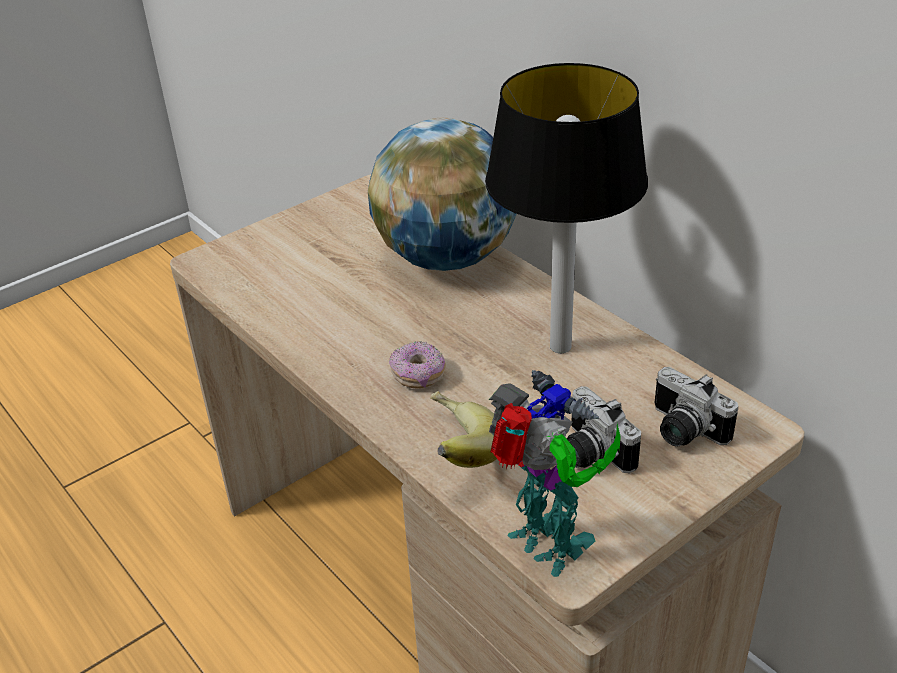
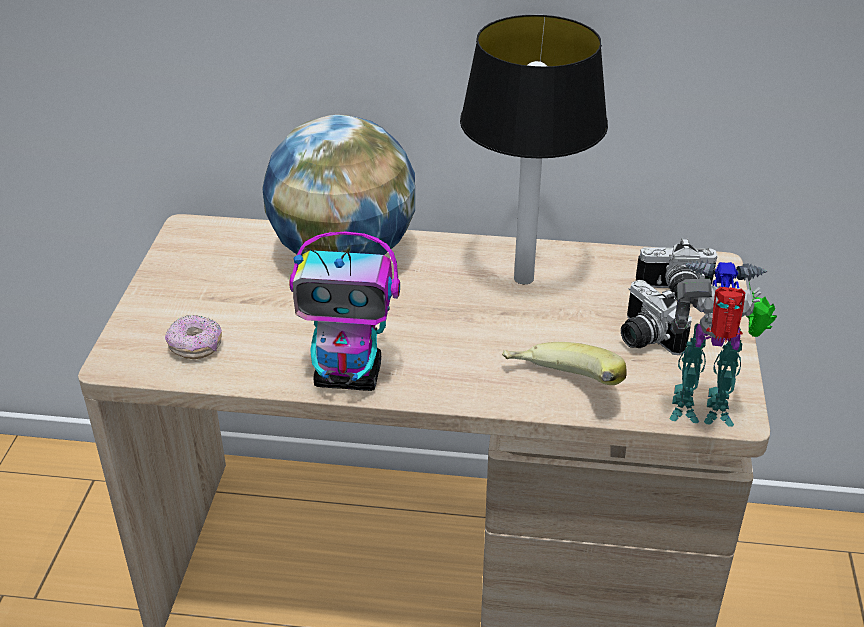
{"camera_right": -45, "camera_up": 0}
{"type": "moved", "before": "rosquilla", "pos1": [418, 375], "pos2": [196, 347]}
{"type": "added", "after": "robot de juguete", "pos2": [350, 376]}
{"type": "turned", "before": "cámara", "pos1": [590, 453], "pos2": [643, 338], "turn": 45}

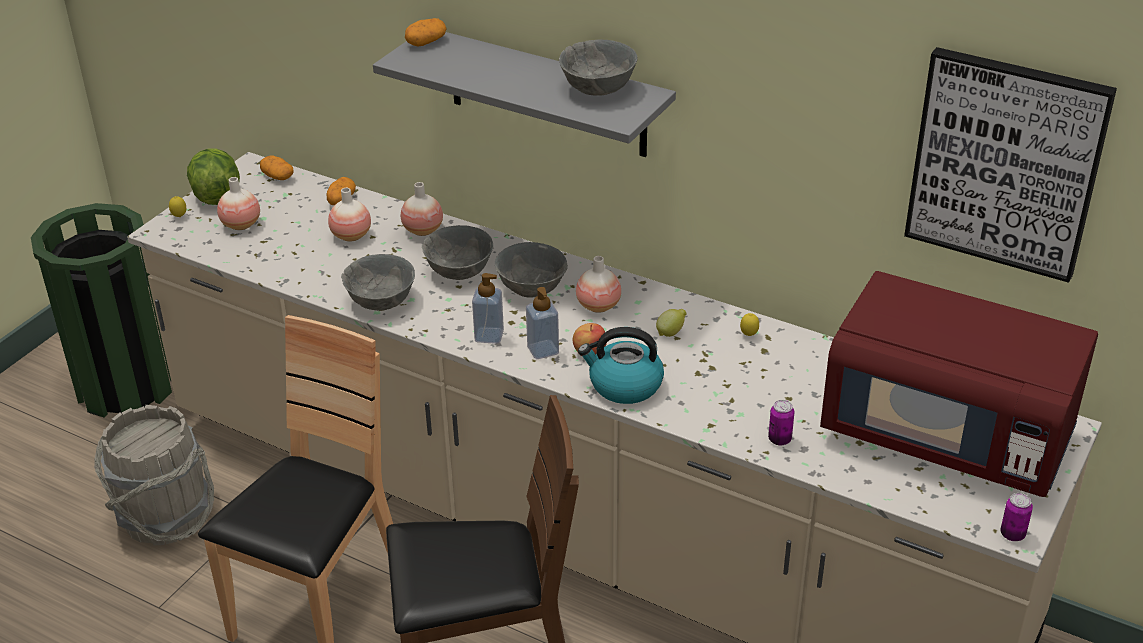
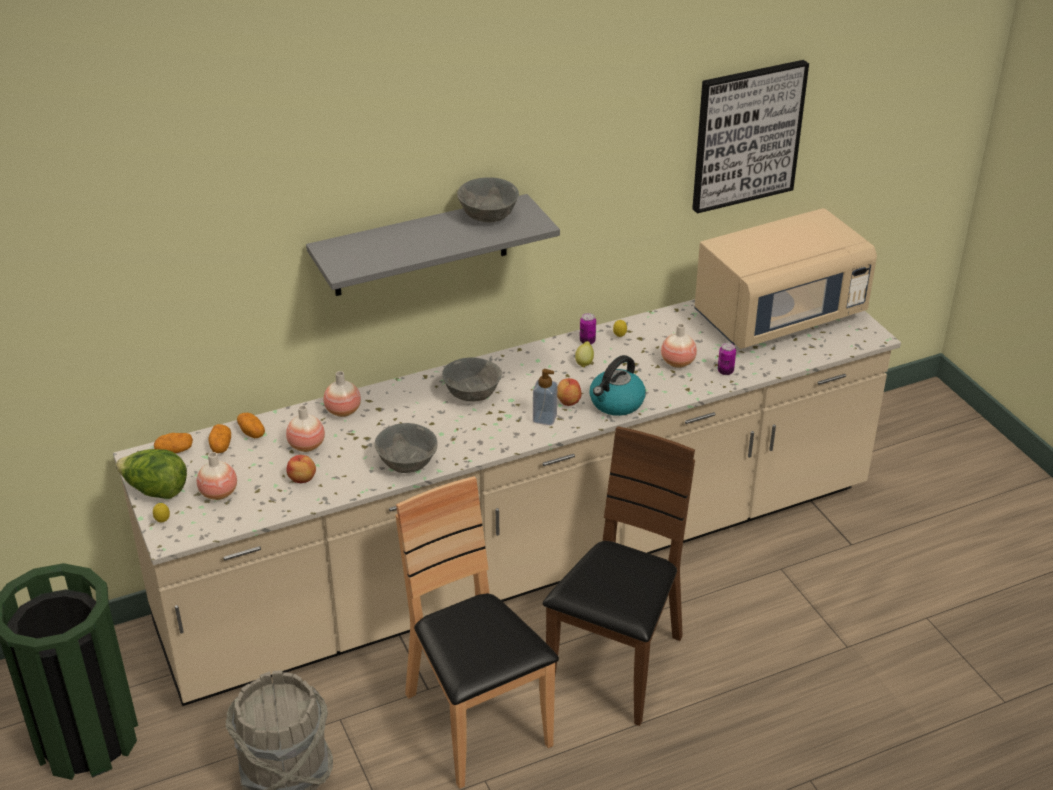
{"camera_right": -55, "camera_up": 0}
{"type": "moved", "before": "patata", "pos1": [426, 42], "pos2": [220, 446]}
{"type": "added", "after": "manzana", "pos2": [302, 479]}
{"type": "moved", "before": "lata", "pos1": [1012, 534], "pos2": [587, 341]}
{"type": "moved", "before": "florero", "pos1": [598, 306], "pos2": [677, 362]}
{"type": "recoloured", "before": "microondas (rojo)", "after": "microondas (beis)", "pos1": [947, 436], "pos2": [778, 317]}
{"type": "removed", "before": "cuenco (gris)", "pos1": [459, 271]}
{"type": "removed", "before": "dispensador de jabón", "pos1": [489, 336]}

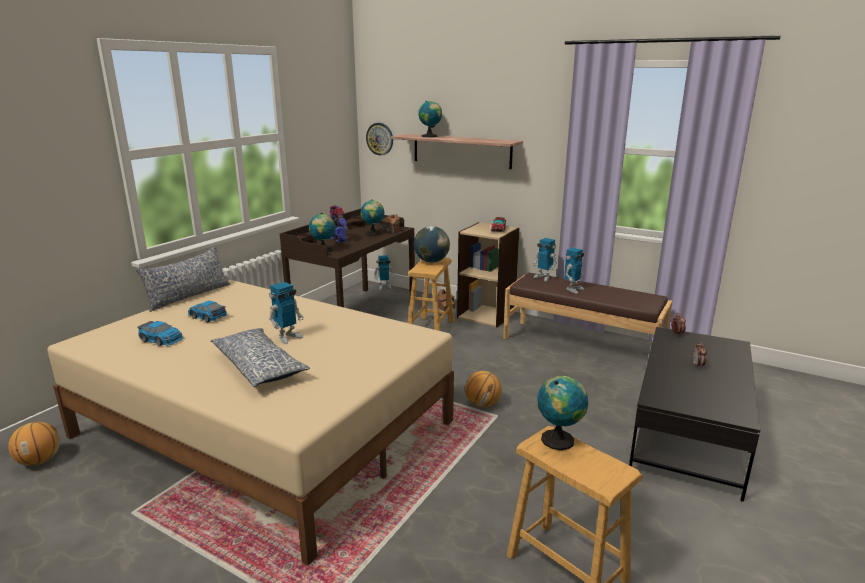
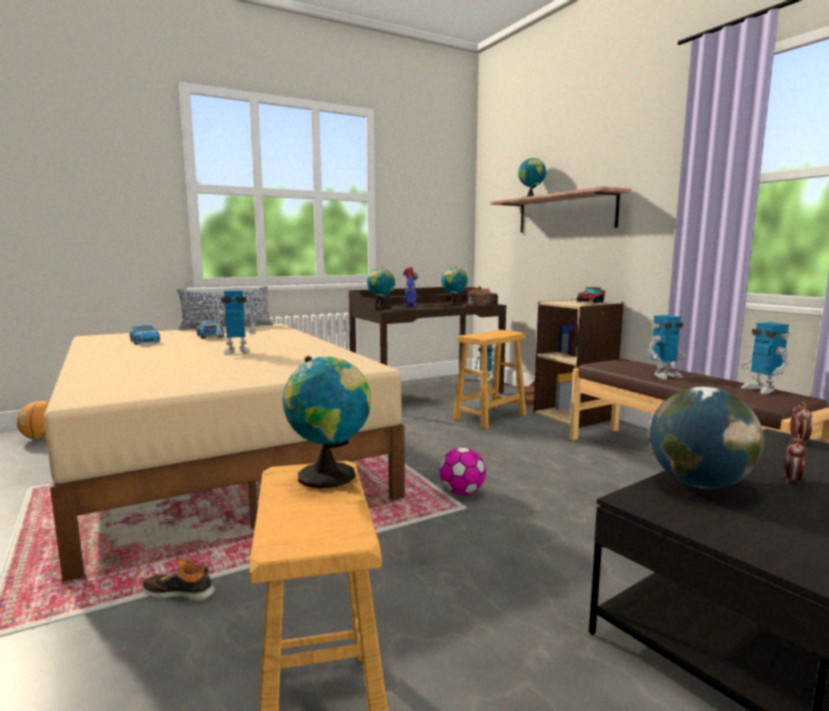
{"camera_right": 30, "camera_up": -10}
{"type": "added", "after": "zapato", "pos2": [180, 592]}
{"type": "replaced", "before": "balón de baloncesto", "after": "balón de fútbol", "pos1": [482, 404], "pos2": [462, 492]}
{"type": "moved", "before": "globo terráqueo", "pos1": [431, 261], "pos2": [698, 484]}
{"type": "moved", "before": "robot de juguete", "pos1": [543, 277], "pos2": [761, 390]}
{"type": "removed", "before": "cojín", "pos1": [259, 366]}
{"type": "removed", "before": "reloj de pared", "pos1": [380, 139]}

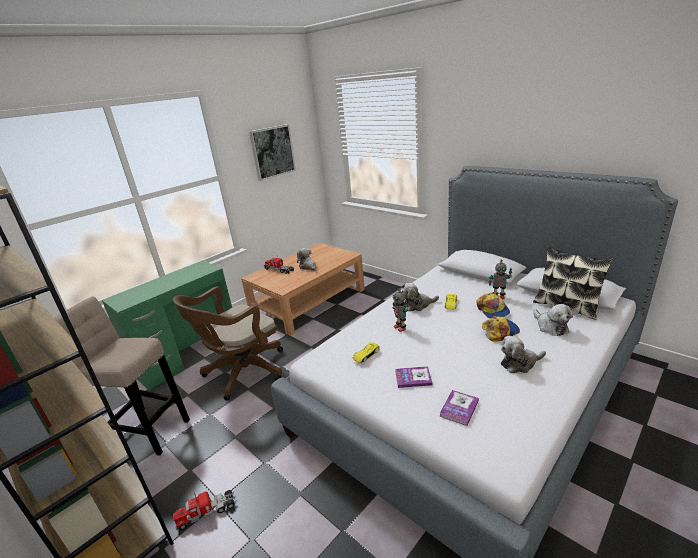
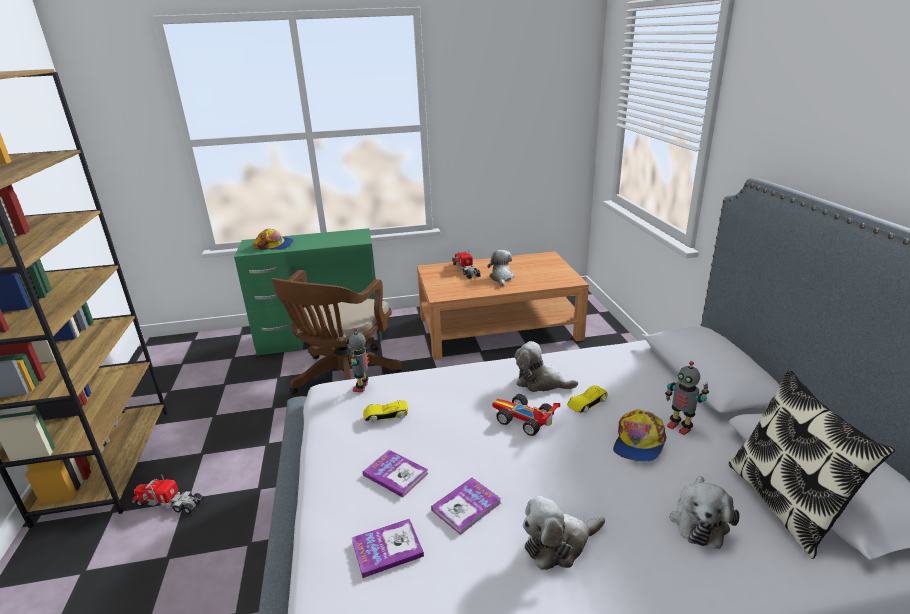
{"camera_right": 35, "camera_up": 0}
{"type": "moved", "before": "gorra", "pos1": [499, 331], "pos2": [274, 245]}
{"type": "turned", "before": "silla de oficina (marrón)", "pos1": [242, 373], "pos2": [344, 379], "turn": -60}
{"type": "moved", "before": "robot de juguete", "pos1": [400, 327], "pos2": [362, 387]}
{"type": "added", "after": "libro", "pos2": [466, 506]}
{"type": "added", "after": "coche de juguete", "pos2": [523, 420]}
{"type": "turned", "before": "peluche", "pos1": [519, 363], "pos2": [559, 544], "turn": -45}
{"type": "removed", "before": "taburete (beis)", "pos1": [145, 430]}
{"type": "removed", "before": "cuadro", "pos1": [272, 152]}

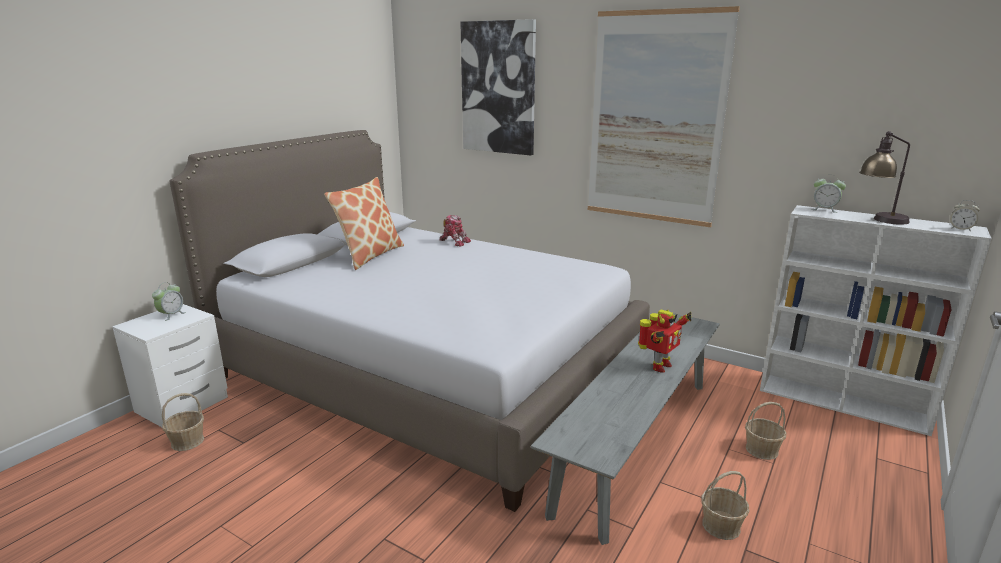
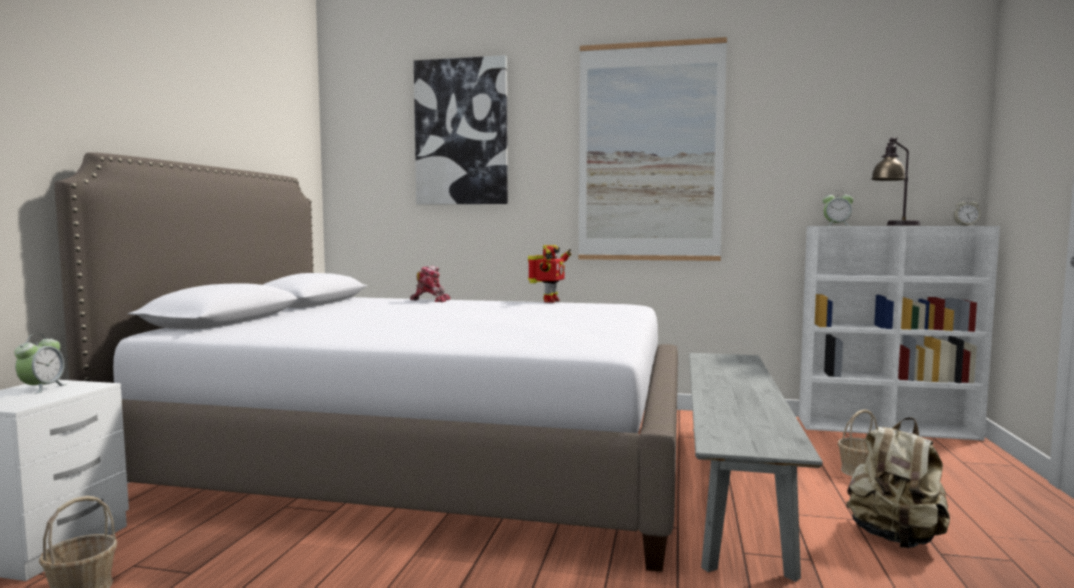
{"camera_right": -20, "camera_up": -15}
{"type": "moved", "before": "robot de juguete", "pos1": [659, 366], "pos2": [549, 301]}
{"type": "replaced", "before": "cesta", "after": "mochila (beis)", "pos1": [721, 526], "pos2": [895, 538]}
{"type": "removed", "before": "cojín", "pos1": [369, 255]}

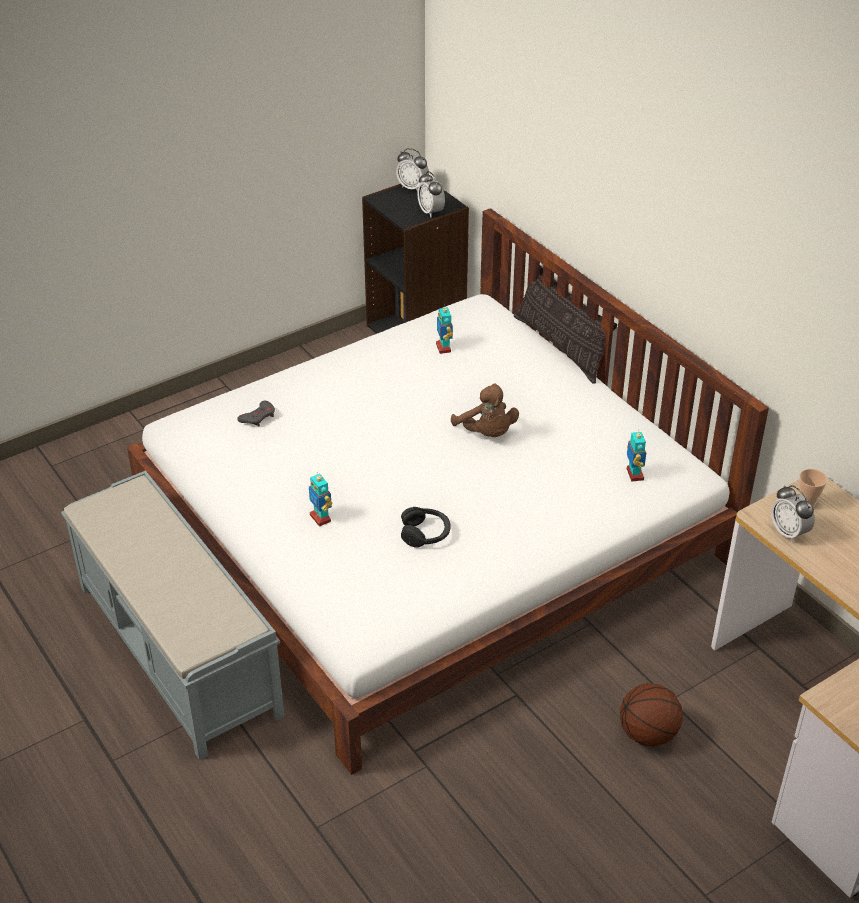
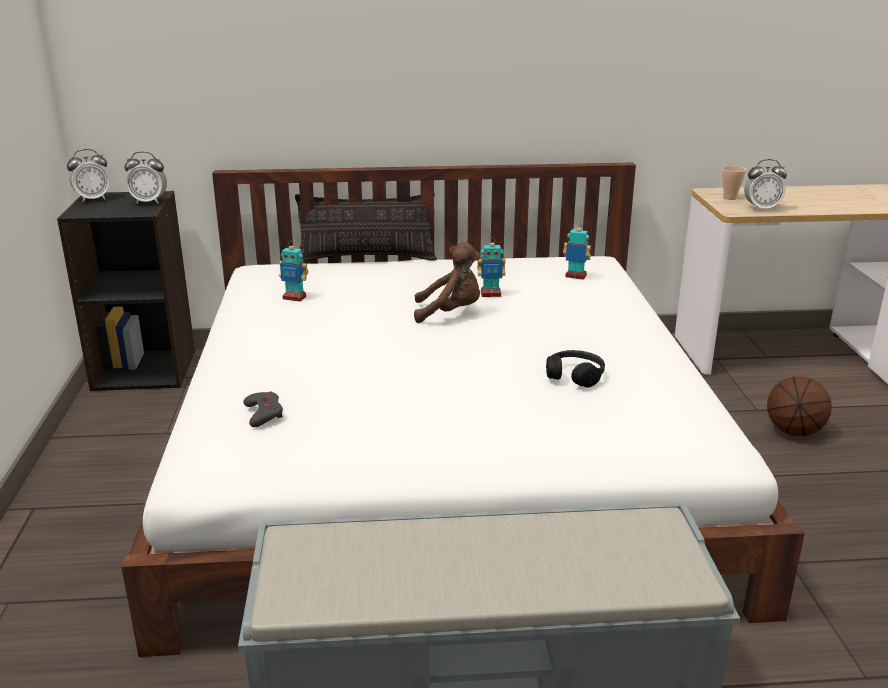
{"camera_right": -60, "camera_up": -15}
{"type": "moved", "before": "robot de juguete", "pos1": [321, 518], "pos2": [490, 294]}

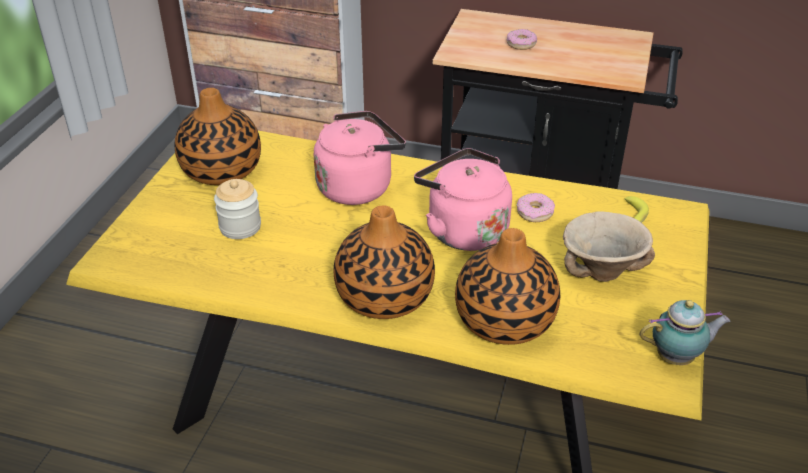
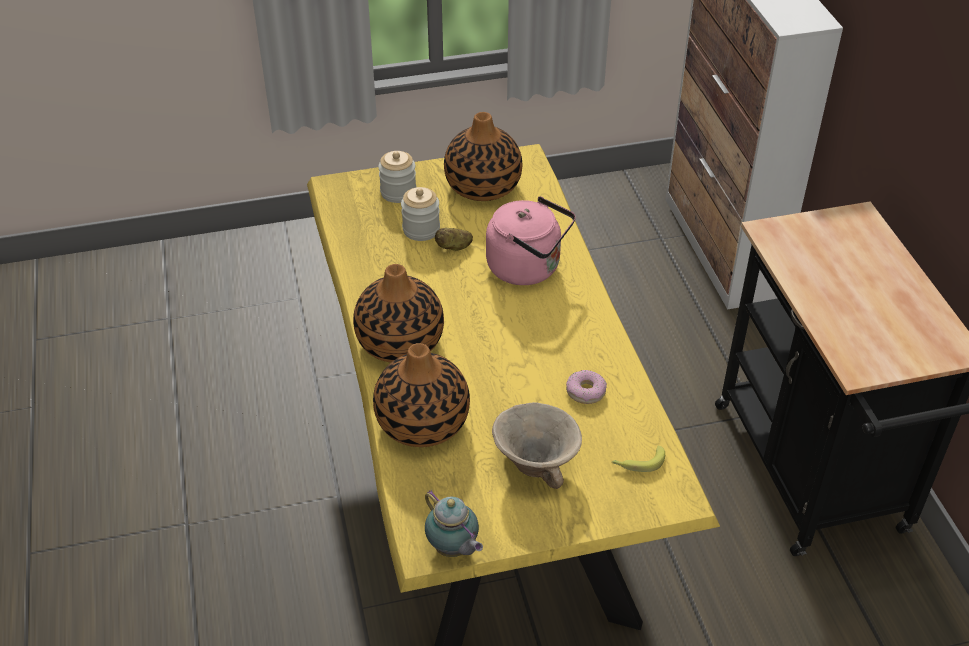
{"camera_right": 60, "camera_up": 5}
{"type": "added", "after": "tarro", "pos2": [398, 192]}
{"type": "added", "after": "patata", "pos2": [454, 247]}
{"type": "removed", "before": "hervidor (rosa)", "pos1": [463, 230]}
{"type": "removed", "before": "rosquilla", "pos1": [521, 44]}

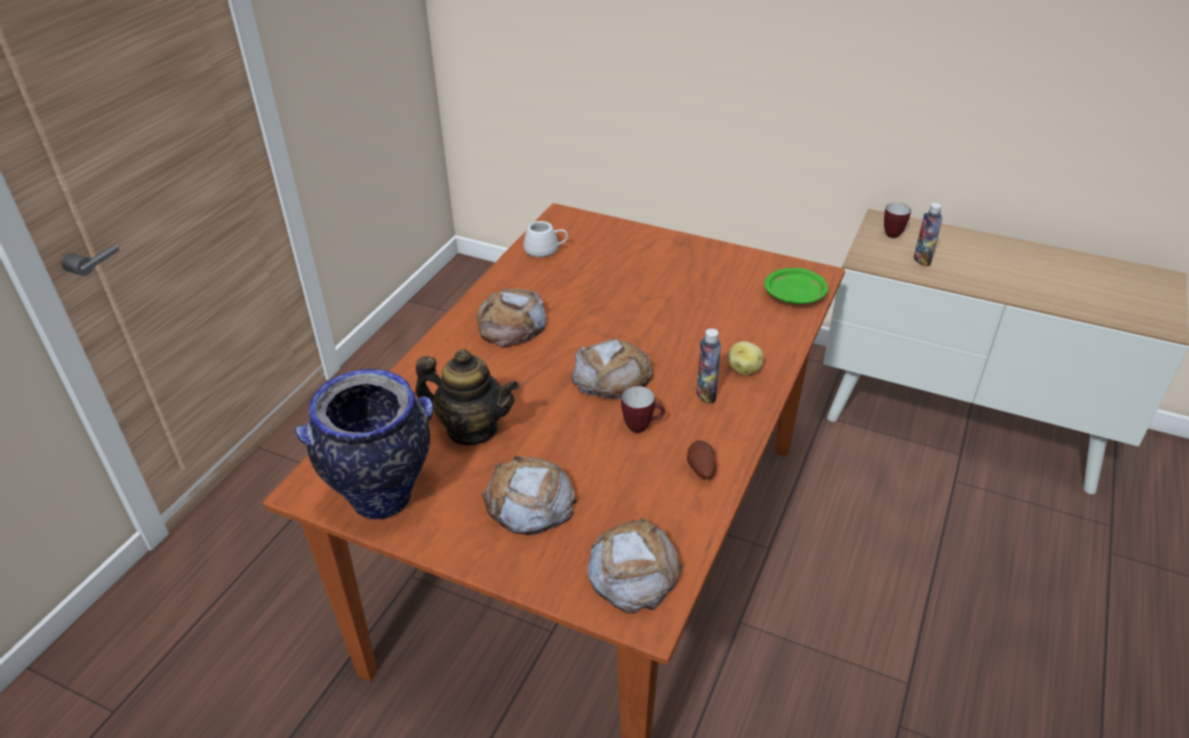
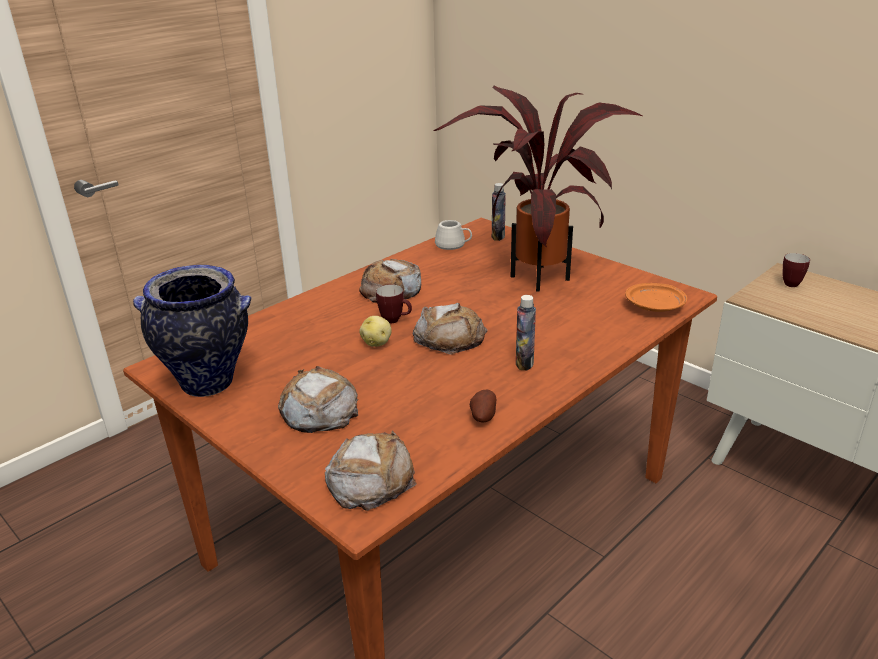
{"camera_right": 20, "camera_up": -10}
{"type": "moved", "before": "patata", "pos1": [744, 369], "pos2": [377, 342]}
{"type": "moved", "before": "taza grande", "pos1": [642, 426], "pos2": [395, 320]}
{"type": "added", "after": "planta en maceta", "pos2": [538, 275]}
{"type": "moved", "before": "botella", "pos1": [922, 260], "pos2": [498, 236]}
{"type": "recoloured", "before": "plato (verde)", "after": "plato (naranja)", "pos1": [795, 295], "pos2": [655, 306]}
{"type": "removed", "before": "tetera", "pos1": [472, 429]}

